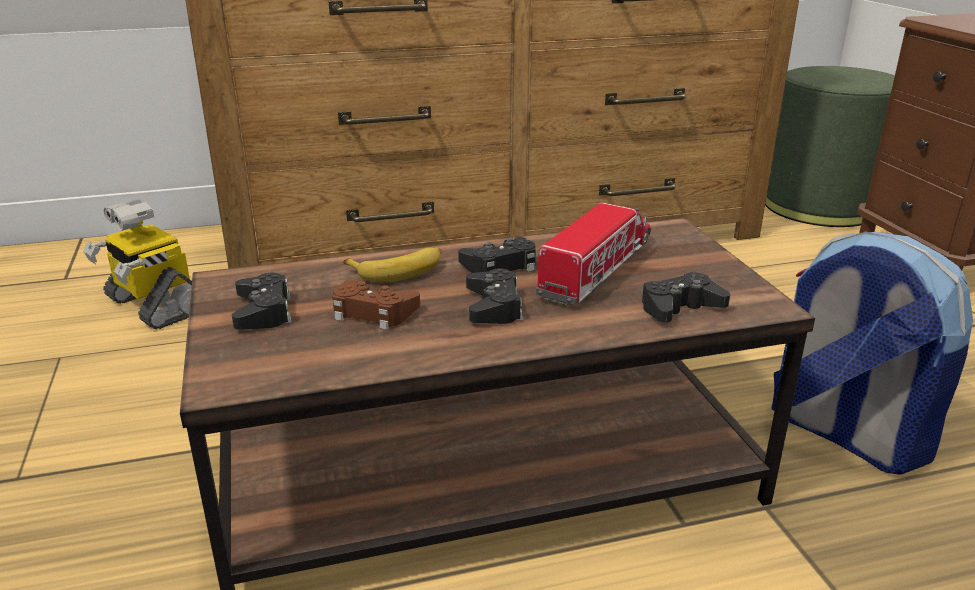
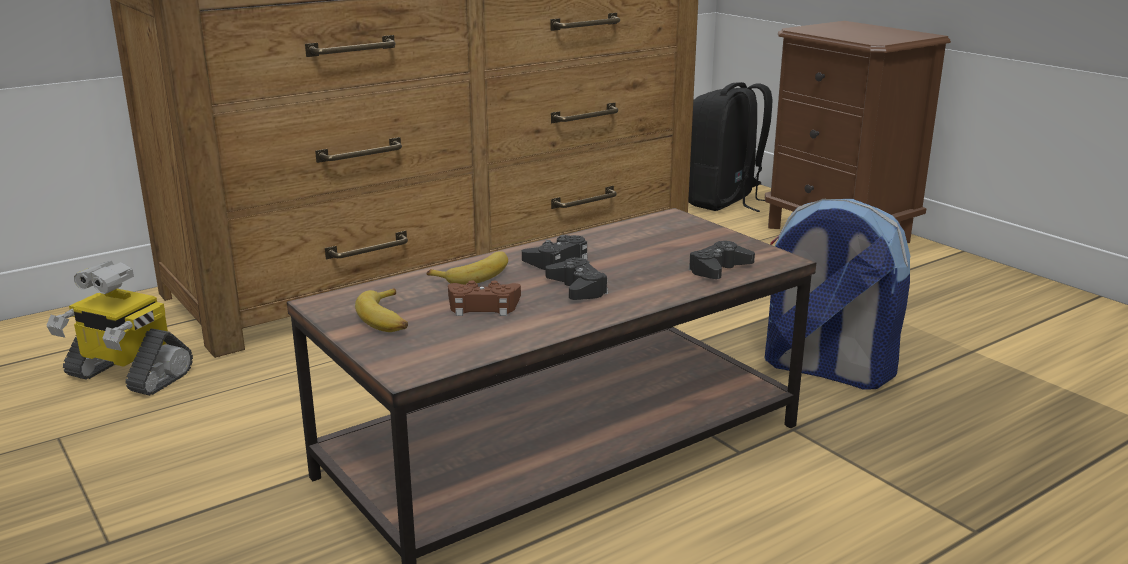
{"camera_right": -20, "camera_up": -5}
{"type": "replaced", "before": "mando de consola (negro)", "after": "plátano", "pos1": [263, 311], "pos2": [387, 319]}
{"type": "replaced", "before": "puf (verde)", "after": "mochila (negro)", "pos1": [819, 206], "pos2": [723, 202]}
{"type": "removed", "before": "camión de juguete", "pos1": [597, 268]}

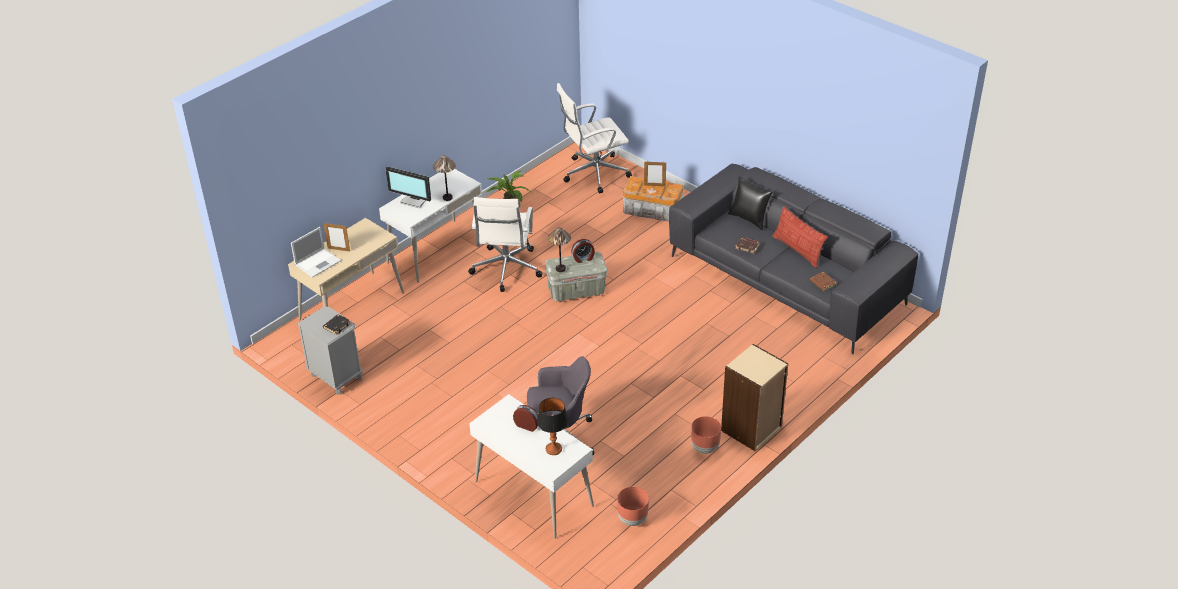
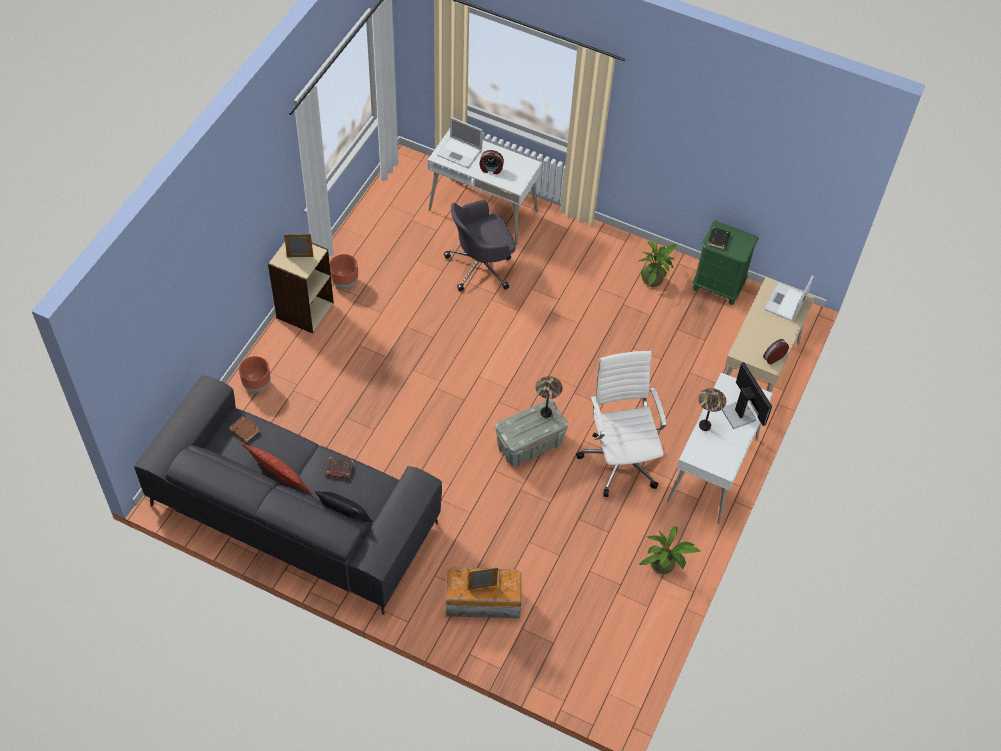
{"camera_right": 160, "camera_up": 15}
{"type": "moved", "before": "maceta (marrón)", "pos1": [632, 519], "pos2": [257, 385]}
{"type": "moved", "before": "portarretratos", "pos1": [339, 249], "pos2": [300, 257]}
{"type": "replaced", "before": "lámpara de mesa", "after": "portátil", "pos1": [553, 449], "pos2": [460, 153]}
{"type": "added", "after": "planta en maceta", "pos2": [654, 278]}
{"type": "recoloured", "before": "mesita de noche (gris)", "after": "mesita de noche (verde)", "pos1": [336, 377], "pos2": [718, 286]}
{"type": "turned", "before": "monitor", "pos1": [415, 200], "pos2": [739, 413], "turn": 60}
{"type": "moved", "before": "despertador", "pos1": [583, 258], "pos2": [773, 357]}
{"type": "removed", "before": "silla de oficina (blanco)", "pos1": [593, 173]}

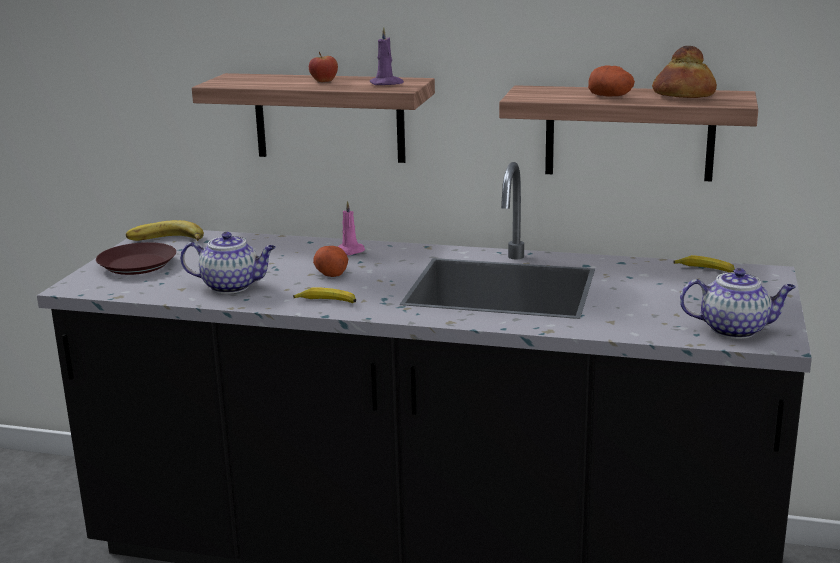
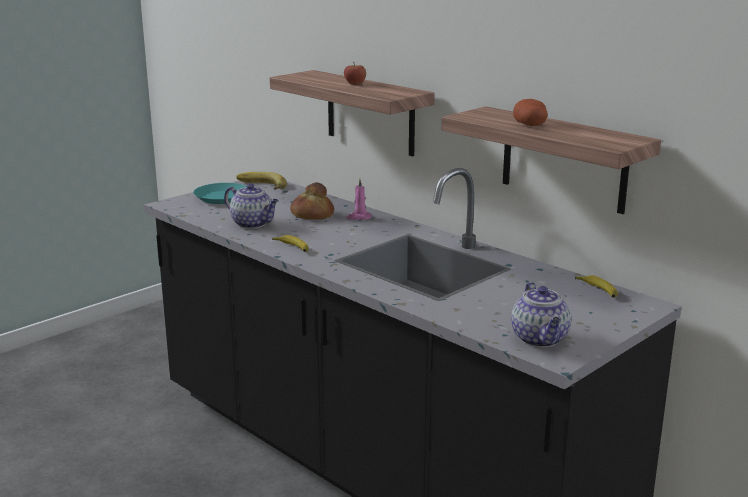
{"camera_right": 30, "camera_up": 0}
{"type": "recoloured", "before": "plato (marrón)", "after": "plato (turquesa)", "pos1": [137, 264], "pos2": [222, 197]}
{"type": "moved", "before": "pan", "pos1": [683, 95], "pos2": [312, 215]}
{"type": "turned", "before": "tetera", "pos1": [735, 329], "pos2": [540, 339], "turn": 45}
{"type": "removed", "before": "patata", "pos1": [331, 272]}
{"type": "removed", "before": "vela (morado)", "pos1": [387, 83]}

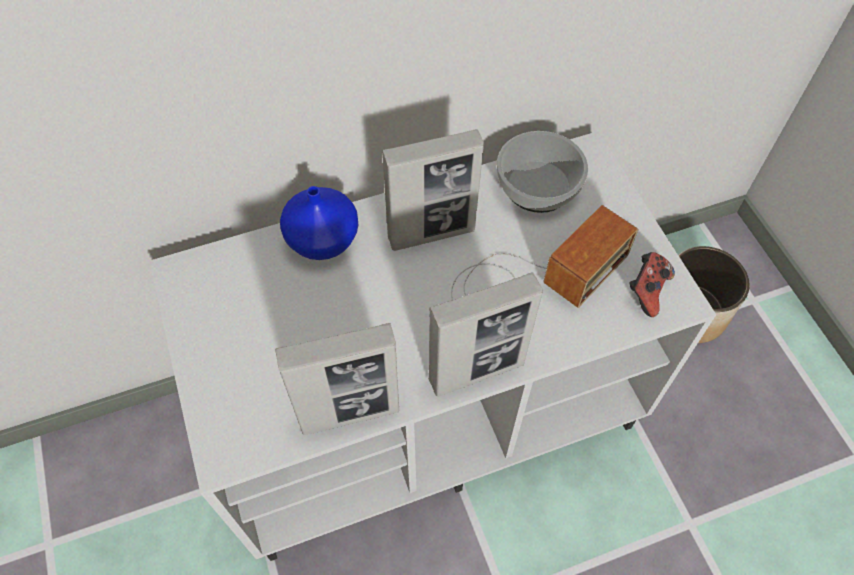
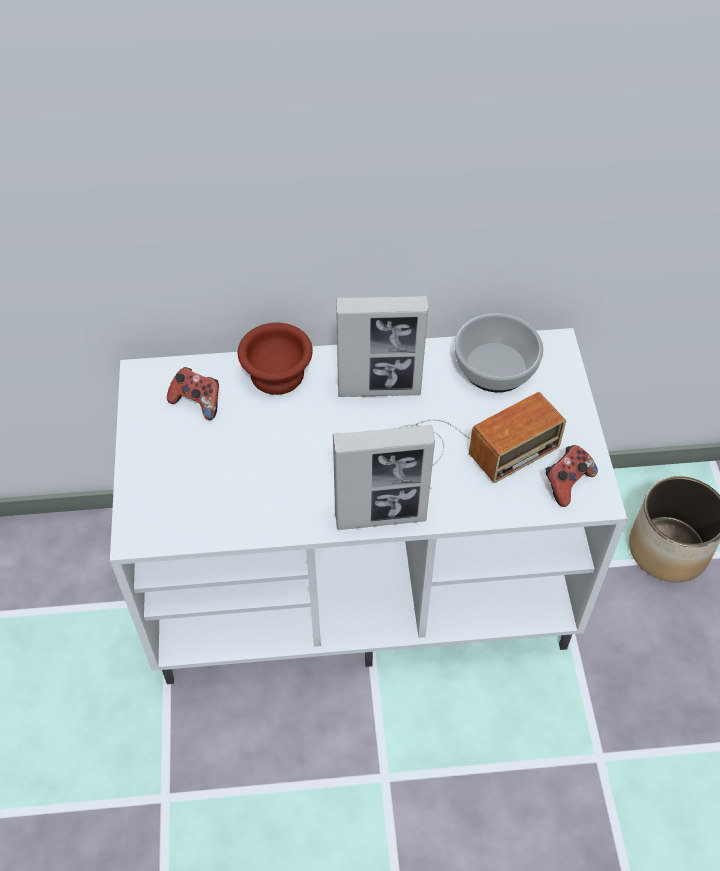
{"camera_right": 15, "camera_up": -5}
{"type": "added", "after": "mando de consola", "pos2": [197, 402]}
{"type": "replaced", "before": "florero (azul)", "after": "cuenco (marrón)", "pos1": [324, 239], "pos2": [279, 373]}
{"type": "removed", "before": "portarretratos", "pos1": [350, 413]}

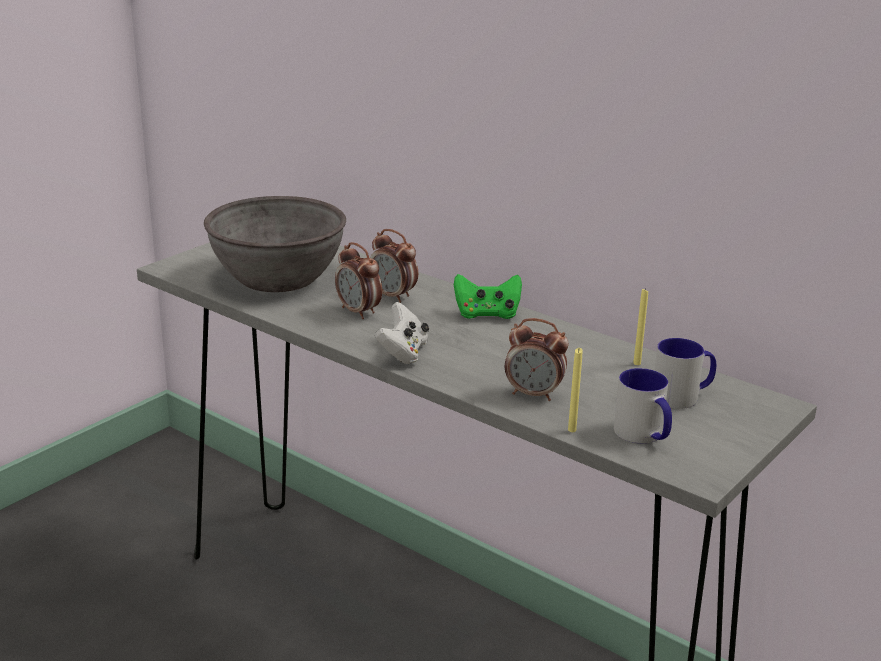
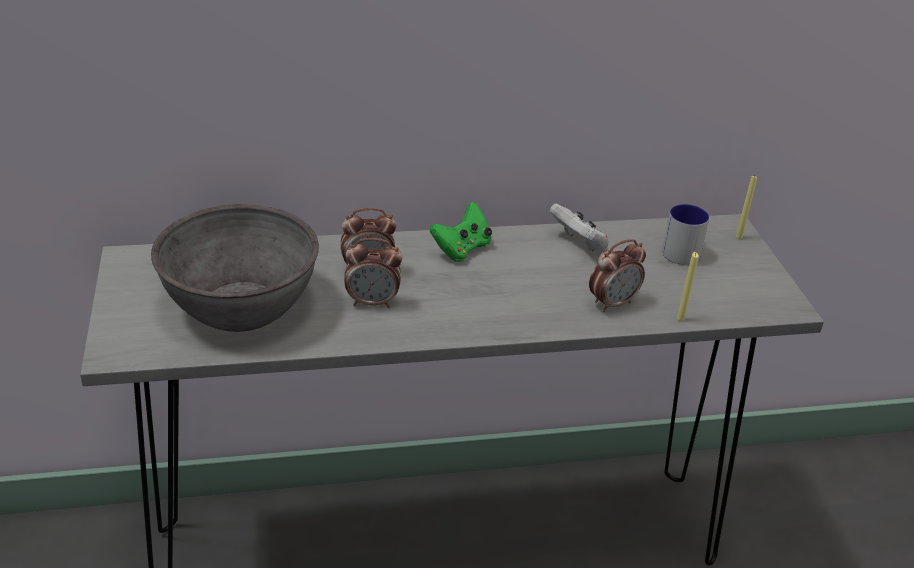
{"camera_right": -50, "camera_up": 10}
{"type": "moved", "before": "mando de consola (blanco)", "pos1": [403, 353], "pos2": [579, 244]}
{"type": "moved", "before": "vela (amarillo)", "pos1": [637, 363], "pos2": [739, 237]}
{"type": "removed", "before": "taza grande", "pos1": [644, 436]}

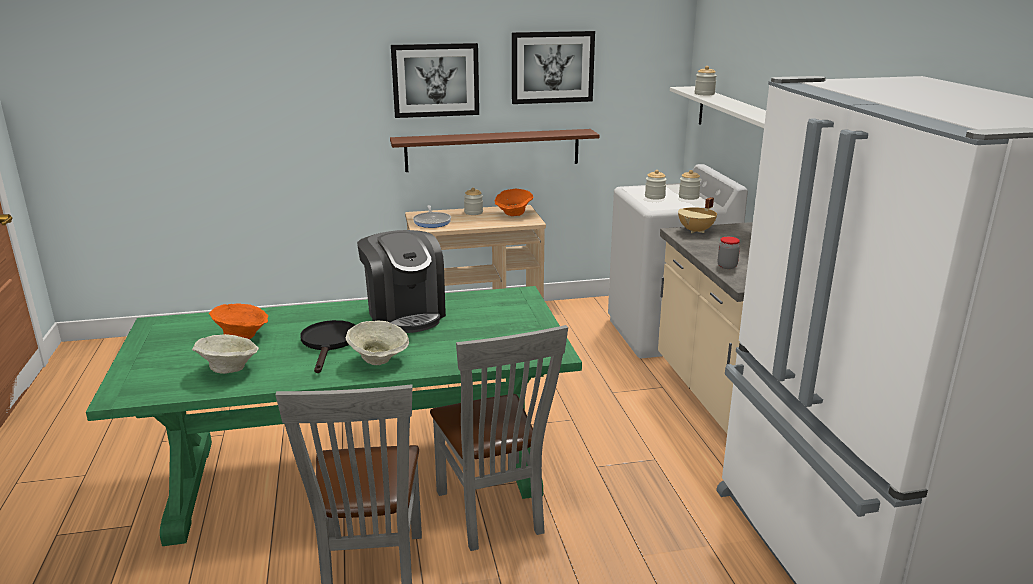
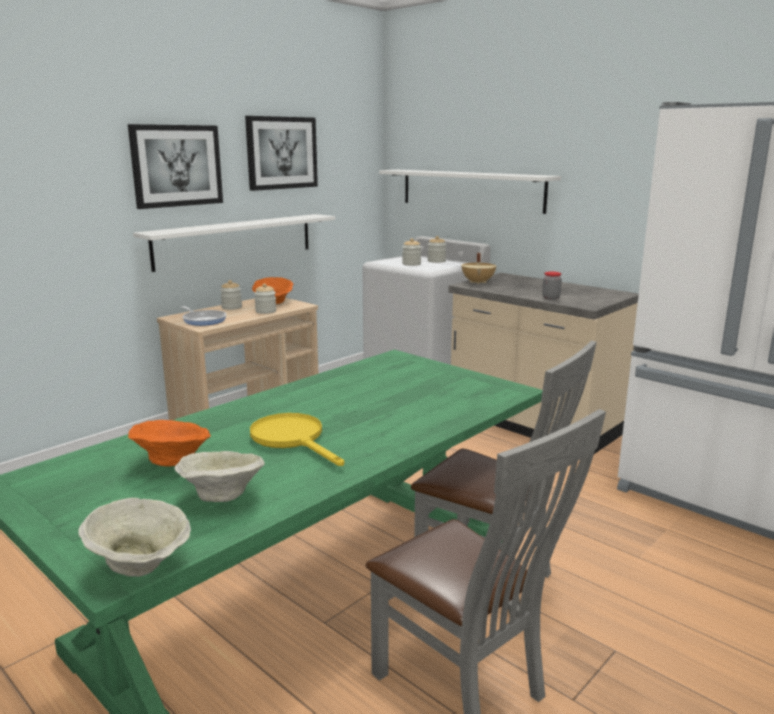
{"camera_right": -35, "camera_up": -5}
{"type": "moved", "before": "cuenco (beis)", "pos1": [379, 360], "pos2": [140, 565]}
{"type": "recoloured", "before": "estante (marrón)", "after": "estante (blanco)", "pos1": [493, 150], "pos2": [235, 241]}
{"type": "recoloured", "before": "sartén (negro)", "after": "sartén (amarillo)", "pos1": [329, 343], "pos2": [293, 439]}
{"type": "moved", "before": "tarro", "pos1": [704, 94], "pos2": [266, 311]}
{"type": "removed", "before": "cafetera", "pos1": [405, 314]}

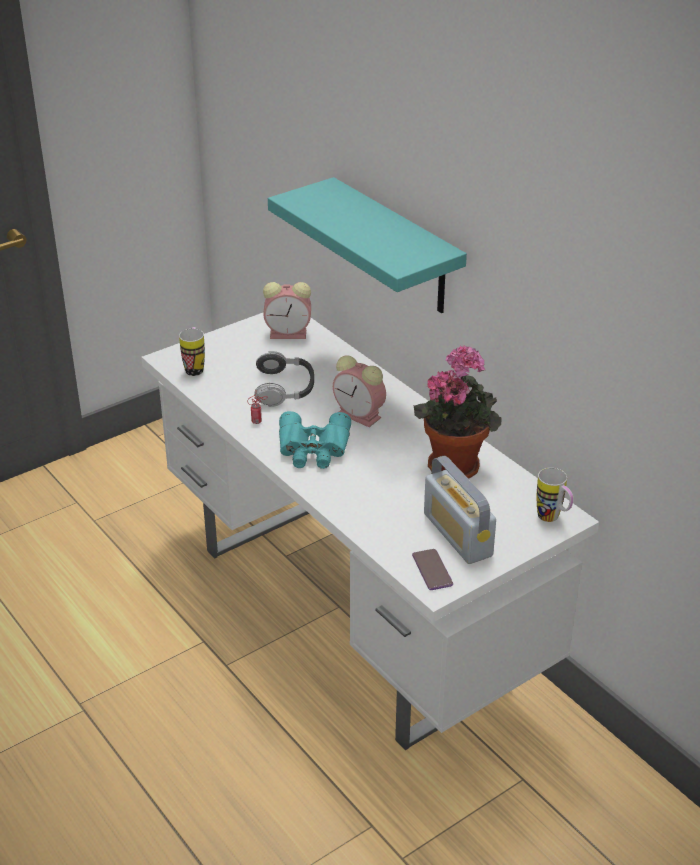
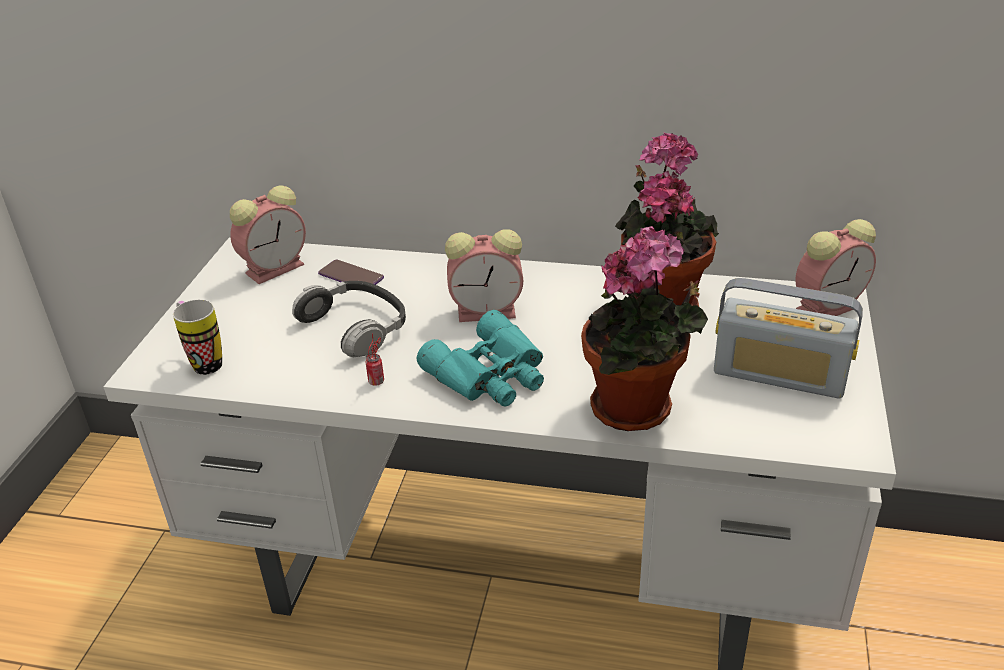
{"camera_right": -40, "camera_up": 0}
{"type": "moved", "before": "móvil", "pos1": [432, 570], "pos2": [351, 276]}
{"type": "added", "after": "planta en maceta", "pos2": [637, 411]}
{"type": "replaced", "before": "taza grande", "after": "despertador", "pos1": [553, 519], "pos2": [829, 307]}
{"type": "removed", "before": "estante (turquesa)", "pos1": [396, 248]}

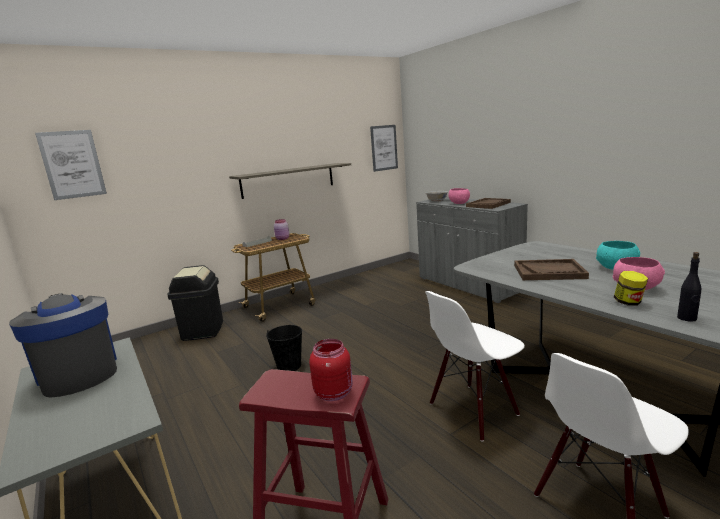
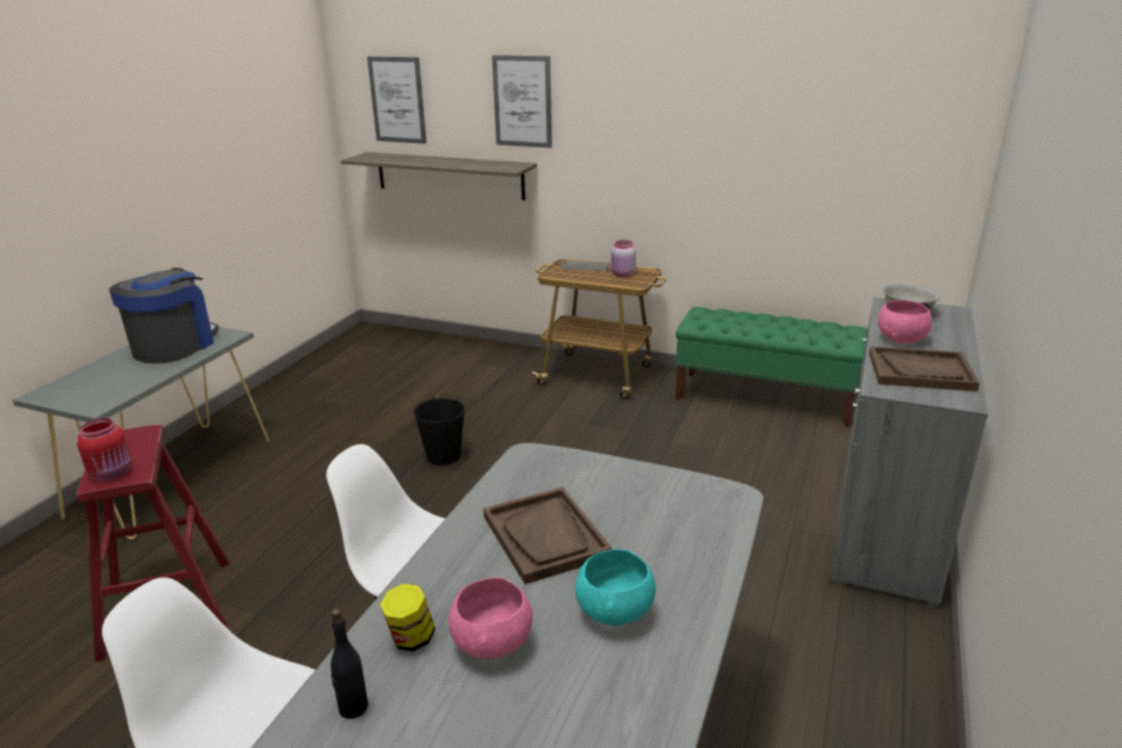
{"camera_right": 55, "camera_up": 10}
{"type": "moved", "before": "estante", "pos1": [288, 180], "pos2": [449, 175]}
{"type": "moved", "before": "cuadro", "pos1": [384, 148], "pos2": [522, 101]}
{"type": "added", "after": "banco (verde)", "pos2": [765, 398]}
{"type": "removed", "before": "papelera (negro)", "pos1": [202, 331]}

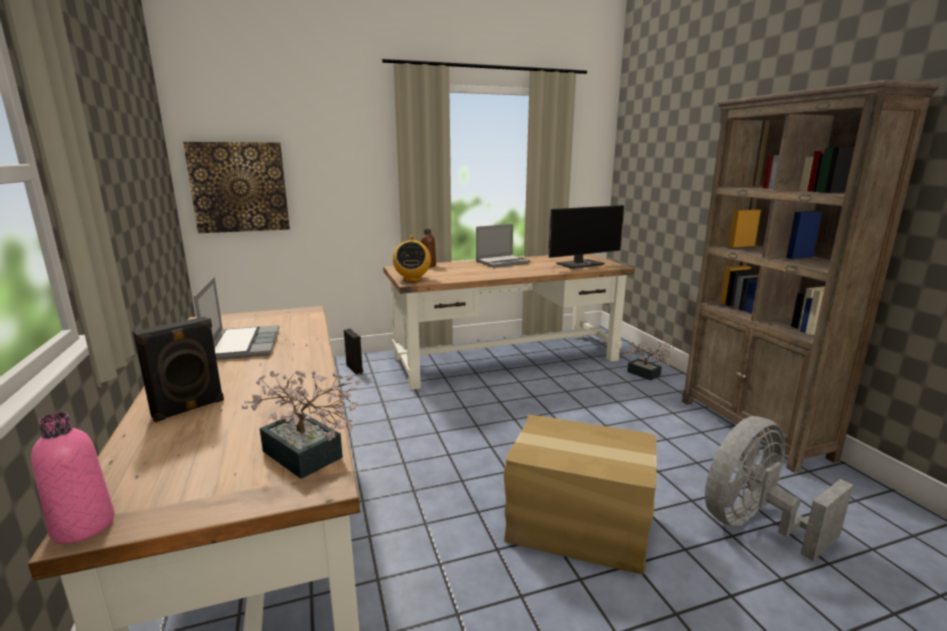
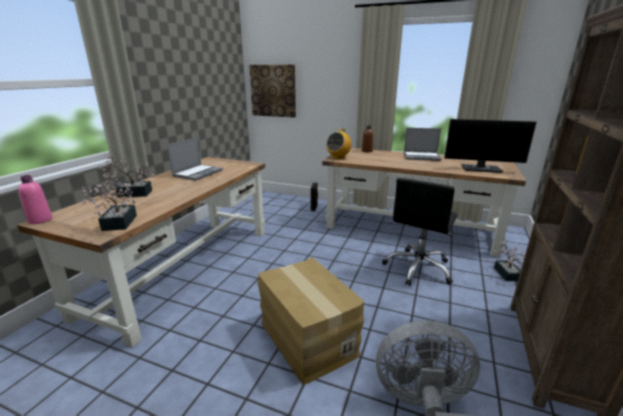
{"camera_right": 40, "camera_up": 5}
{"type": "replaced", "before": "altavoz (negro)", "after": "planta en maceta", "pos1": [189, 409], "pos2": [131, 193]}
{"type": "added", "after": "silla de oficina (negro)", "pos2": [418, 268]}

